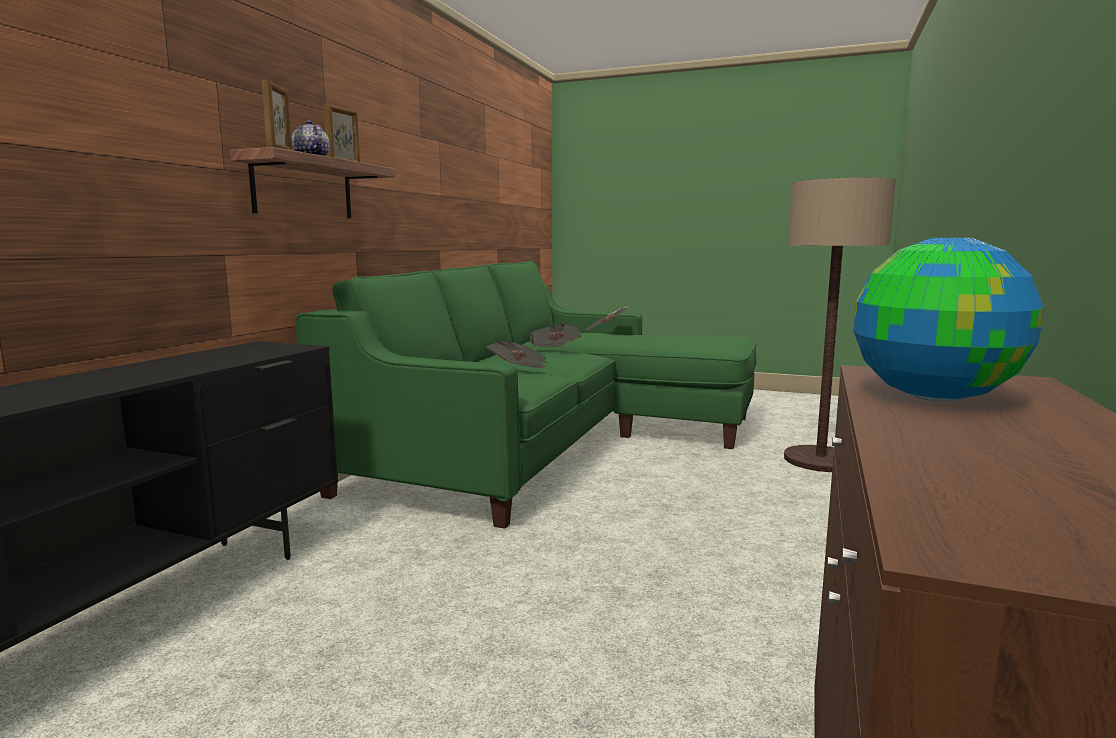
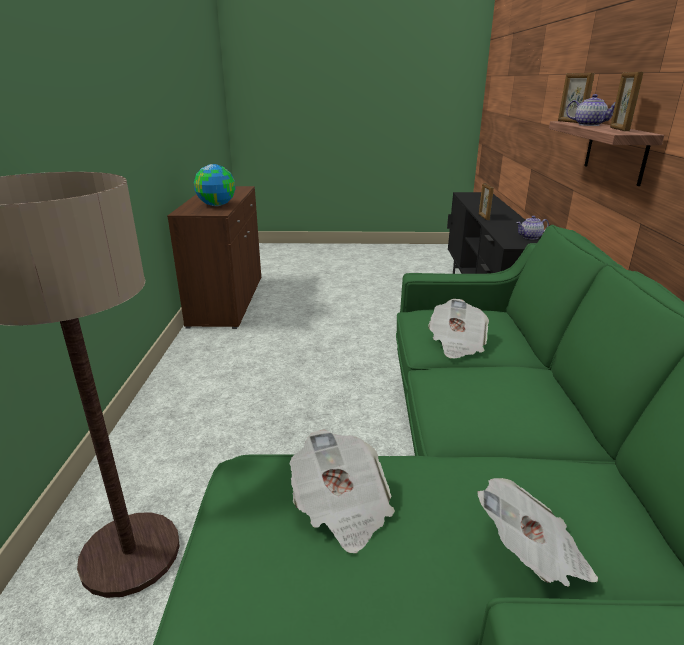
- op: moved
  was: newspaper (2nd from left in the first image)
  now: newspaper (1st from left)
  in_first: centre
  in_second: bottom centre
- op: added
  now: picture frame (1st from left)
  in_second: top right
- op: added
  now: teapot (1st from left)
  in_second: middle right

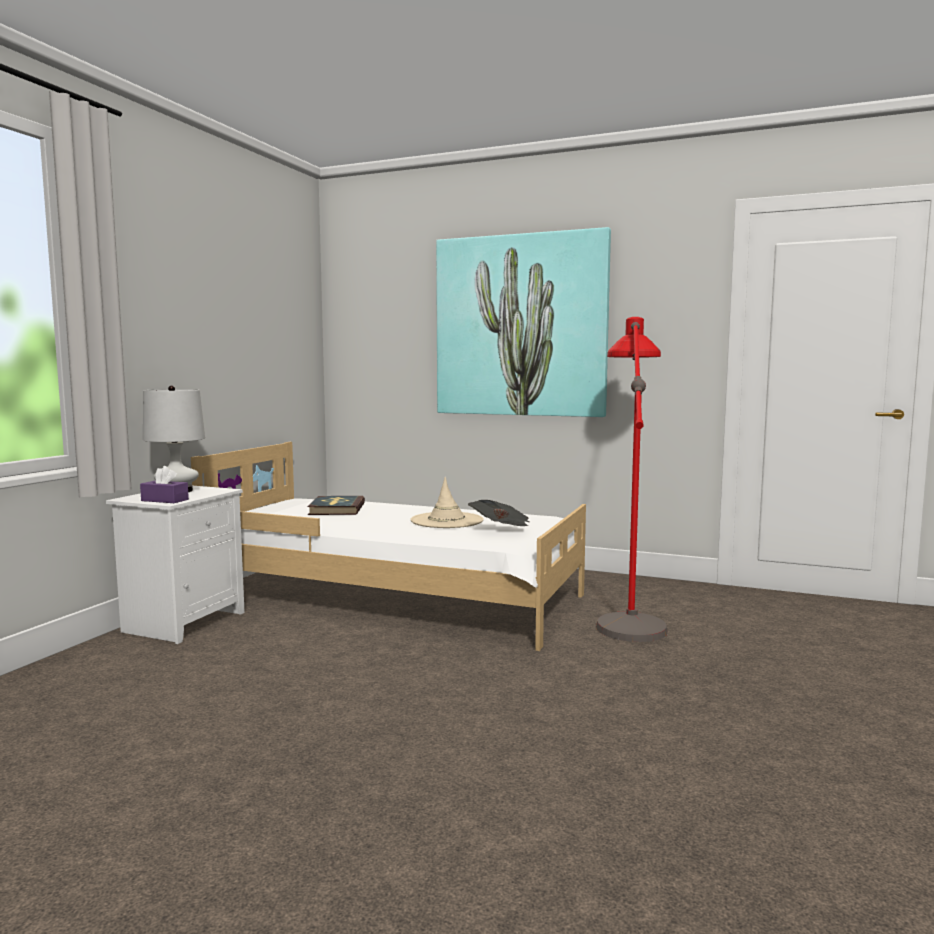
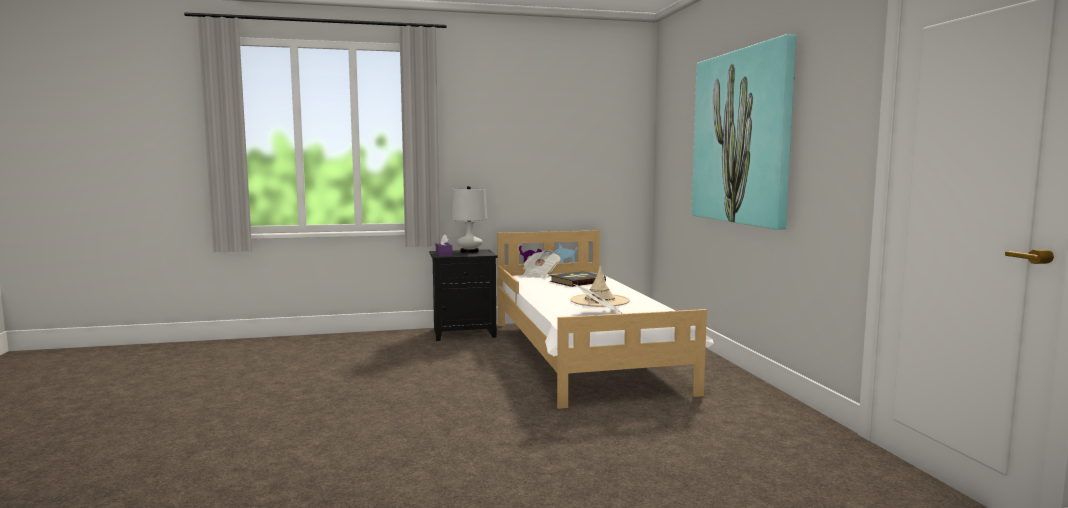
- op: recoloured
  was: nightstand (white)
  now: nightstand (black)
  in_first: middle left
  in_second: centre
- op: added
  now: newspaper (1st from left)
  in_second: centre
- op: removed
  was: floor lamp (red)
  in_first: middle right

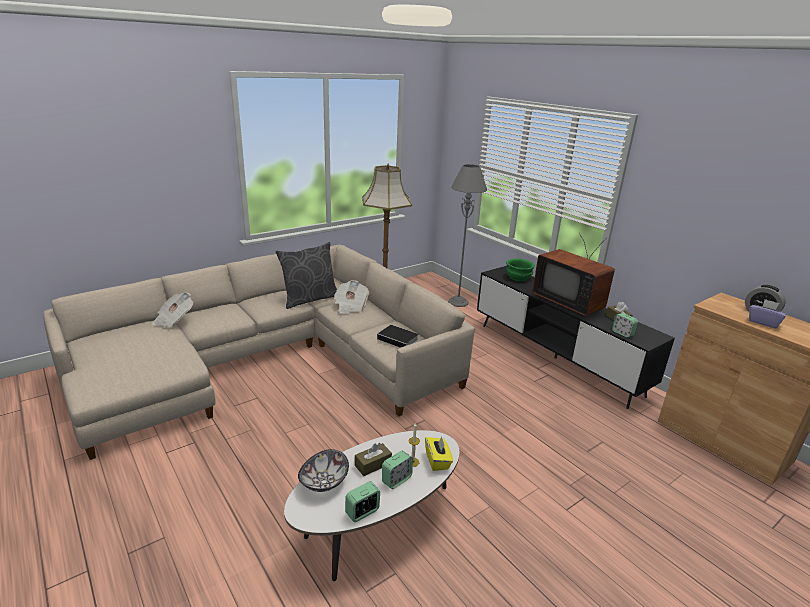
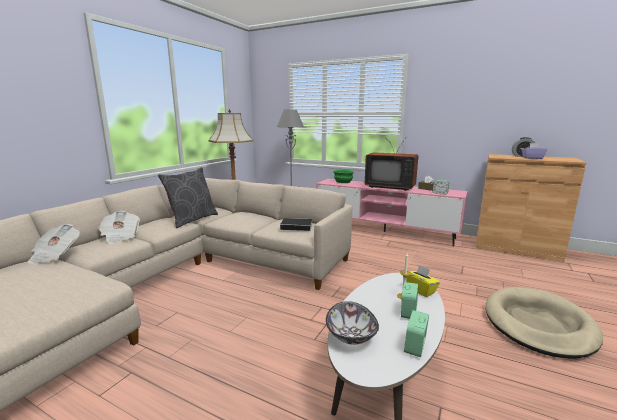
- op: moved
  was: newspaper (2nd from left)
  in_first: centre
  in_second: middle left
- op: recoloured
  was: tv stand (black)
  now: tv stand (pink)
  in_first: middle right
  in_second: centre
- op: added
  now: dog bed (beige)
  in_second: bottom right
- op: removed
  was: tissue box (brown) (1st from left)
  in_first: bottom centre

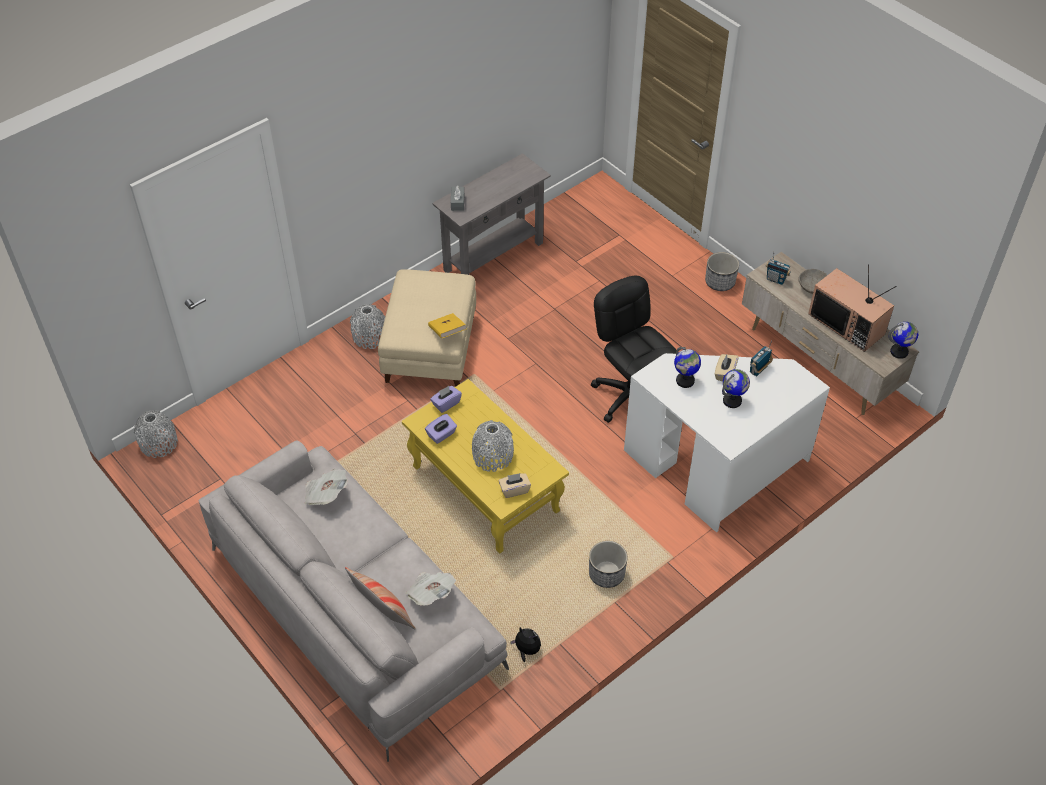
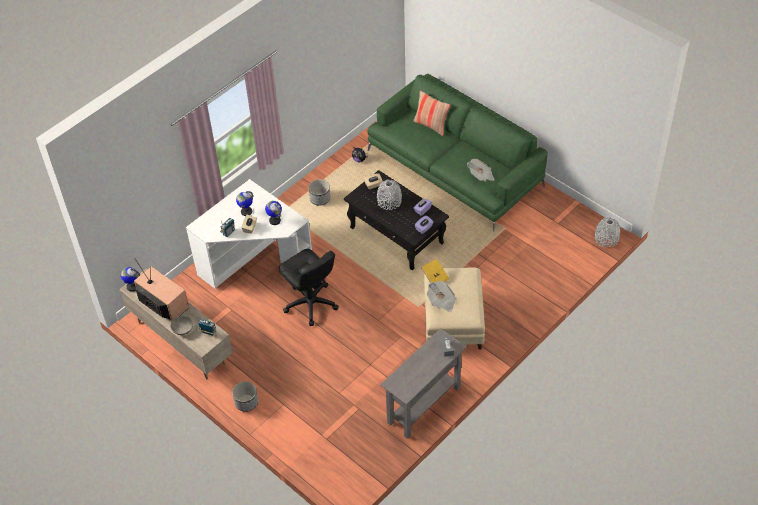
- op: recoloured
  was: coffee table (yellow)
  now: coffee table (black)
  in_first: centre
  in_second: centre
- op: recoloured
  was: sofa (grey)
  now: sofa (green)
  in_first: bottom centre
  in_second: top centre
- op: moved
  was: newspaper (2nd from left in the first image)
  now: newspaper (1st from left)
  in_first: bottom centre
  in_second: centre
- op: removed
  was: vase (grey) (2nd from left)
  in_first: centre

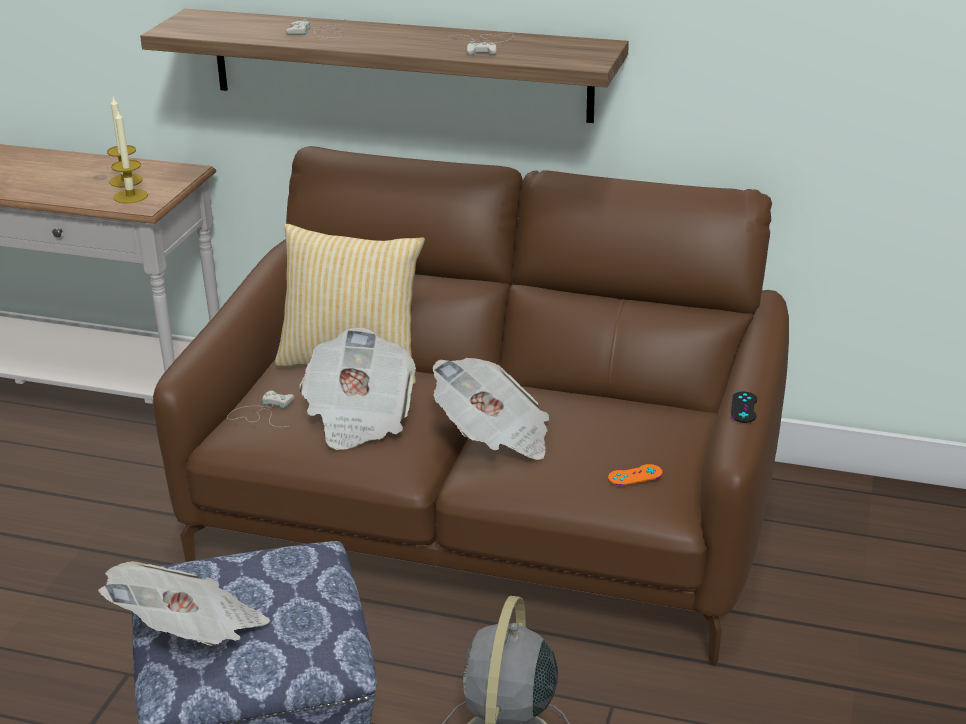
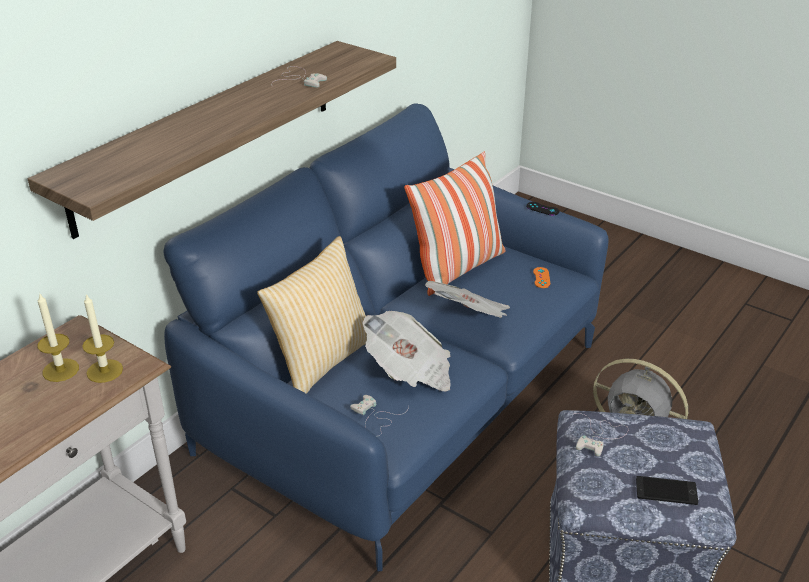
- op: recoloured
  was: sofa (brown)
  now: sofa (blue)
  in_first: centre
  in_second: centre
- op: added
  now: pillow (2nd from left)
  in_second: centre
- op: moved
  was: game controller (white) (2nd from left in the first image)
  now: game controller (white) (3rd from left)
  in_first: top left
  in_second: bottom right
- op: replaced
  was: newspaper (1st from left)
  now: phone
  in_first: bottom left
  in_second: bottom right

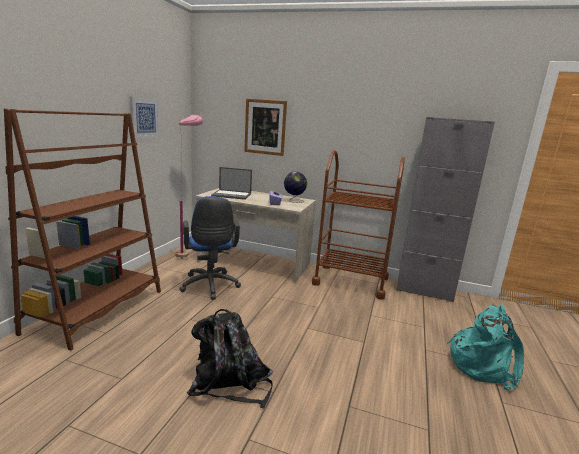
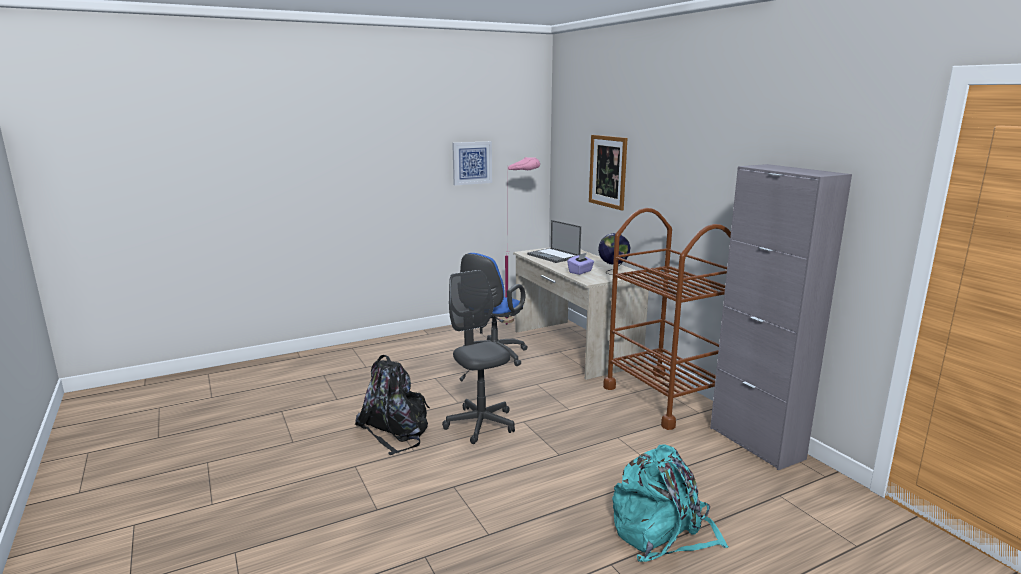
- op: added
  now: office chair (grey)
  in_second: centre
- op: removed
  was: bookcase (brown)
  in_first: middle left

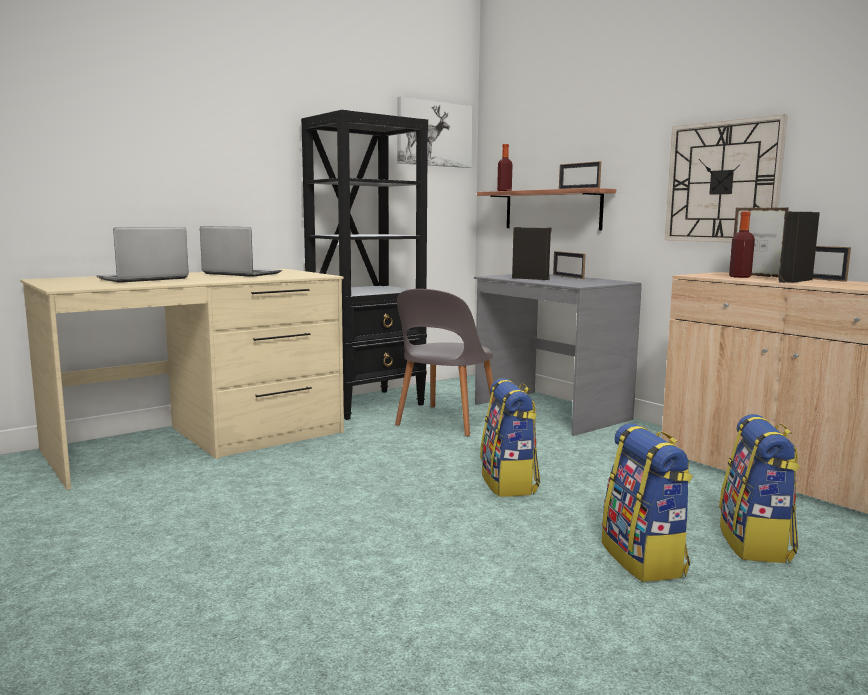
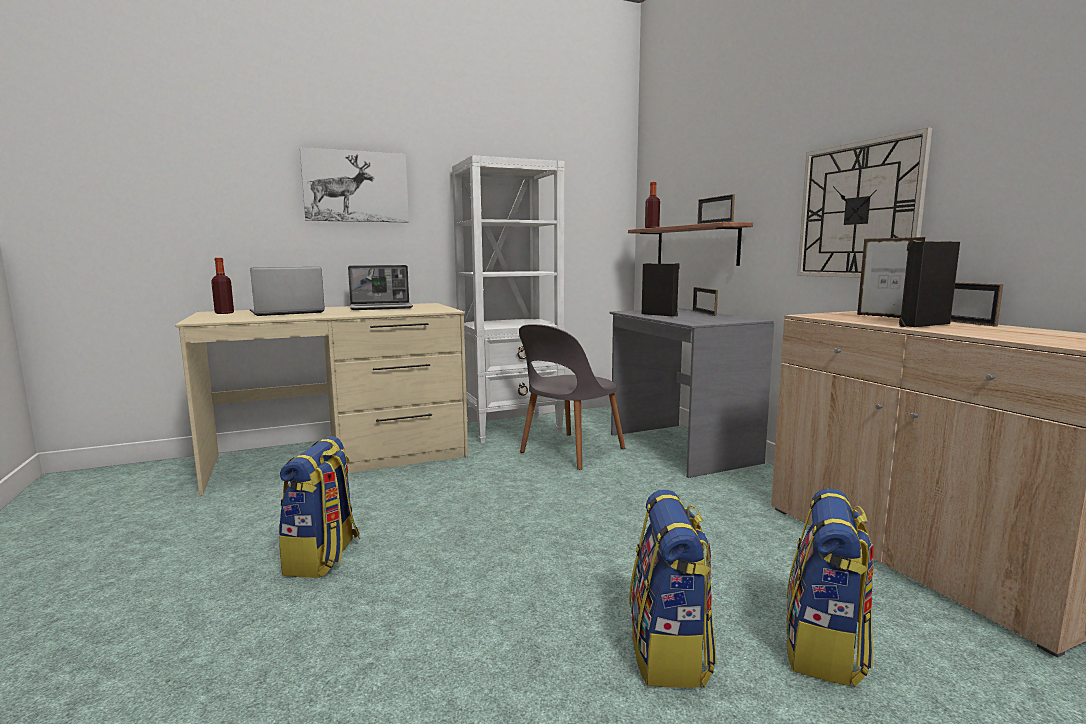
- op: moved
  was: bottle (2nd from left in the first image)
  now: bottle (1st from left)
  in_first: middle right
  in_second: middle left
- op: moved
  was: backpack (1st from left)
  in_first: centre
  in_second: bottom left
- op: moved
  was: picture
  in_first: top centre
  in_second: top left
- op: turned
  was: laptop (2nd from left)
  in_first: middle left
  in_second: centre
  clockwise: 120
- op: recoloured
  was: bookcase (black)
  now: bookcase (white)
  in_first: centre
  in_second: centre

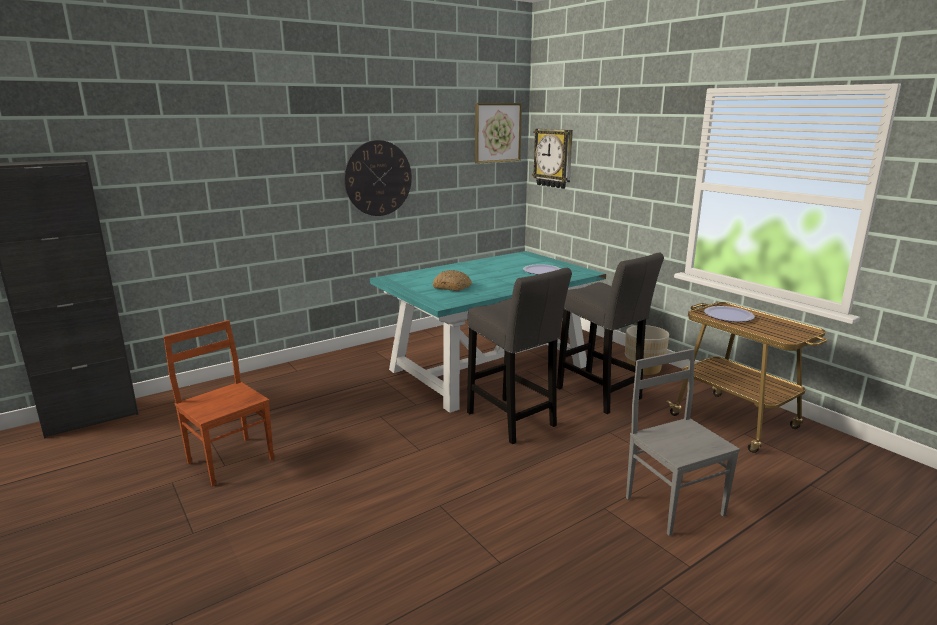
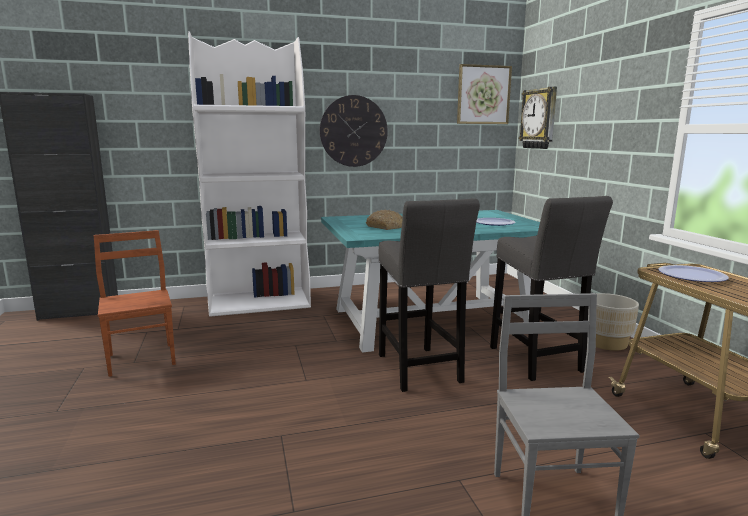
- op: added
  now: bookcase (white)
  in_second: middle left

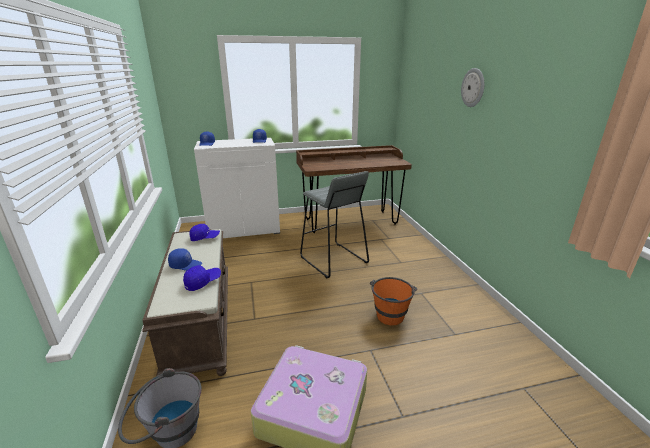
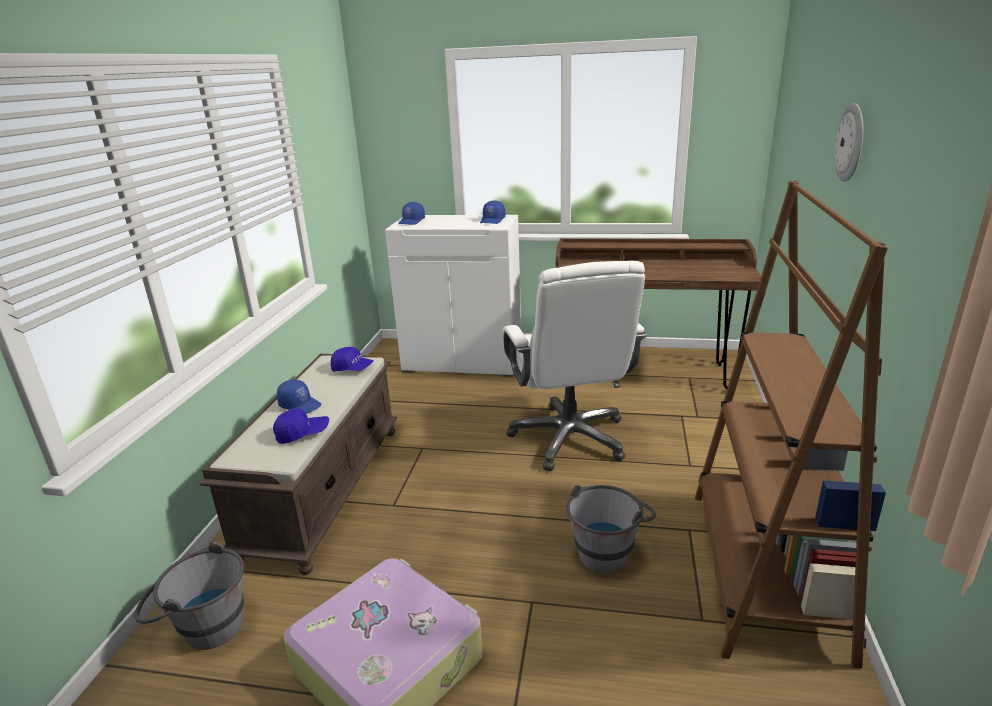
- op: replaced
  was: stool (grey)
  now: office chair (white)
  in_first: centre
  in_second: centre
- op: recoloured
  was: bucket (orange)
  now: bucket (grey) (2nd from left)
  in_first: bottom centre
  in_second: bottom centre
- op: added
  now: bookcase (brown)
  in_second: middle right

